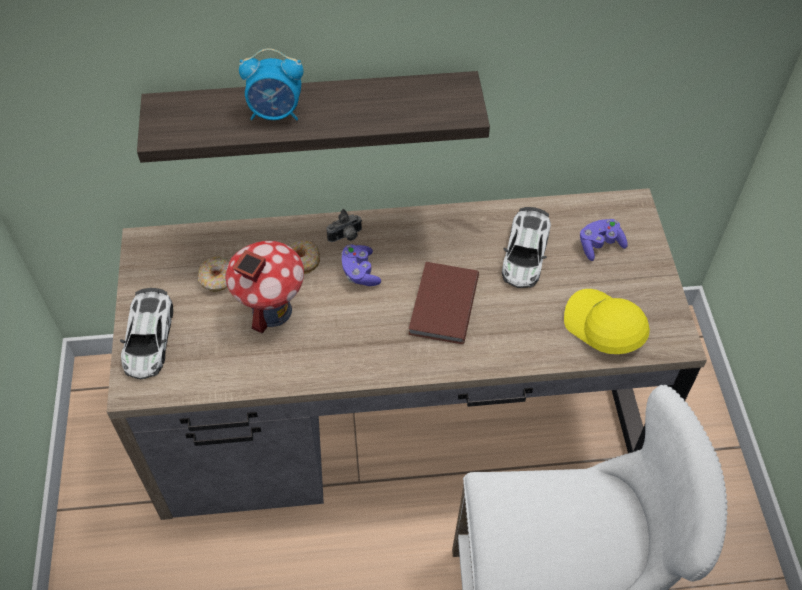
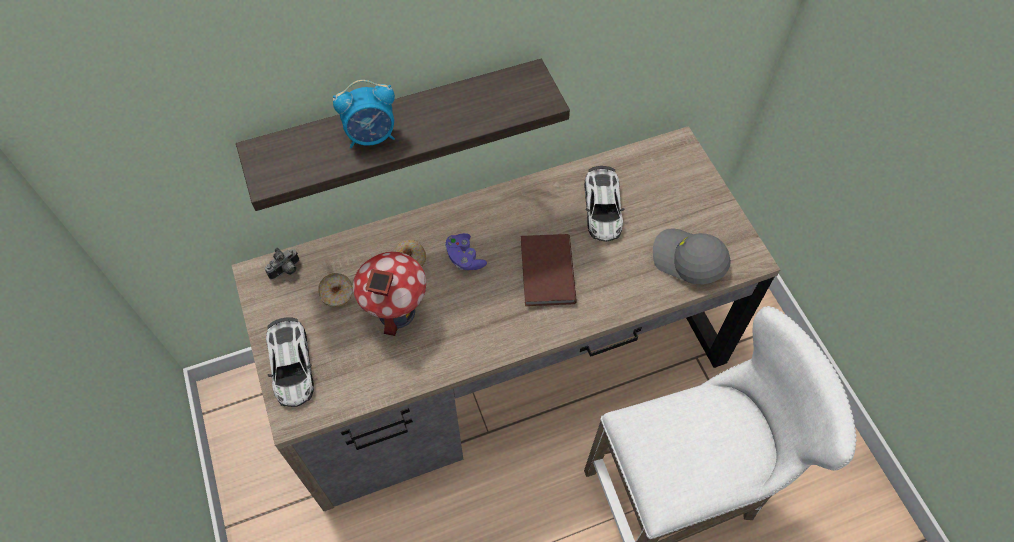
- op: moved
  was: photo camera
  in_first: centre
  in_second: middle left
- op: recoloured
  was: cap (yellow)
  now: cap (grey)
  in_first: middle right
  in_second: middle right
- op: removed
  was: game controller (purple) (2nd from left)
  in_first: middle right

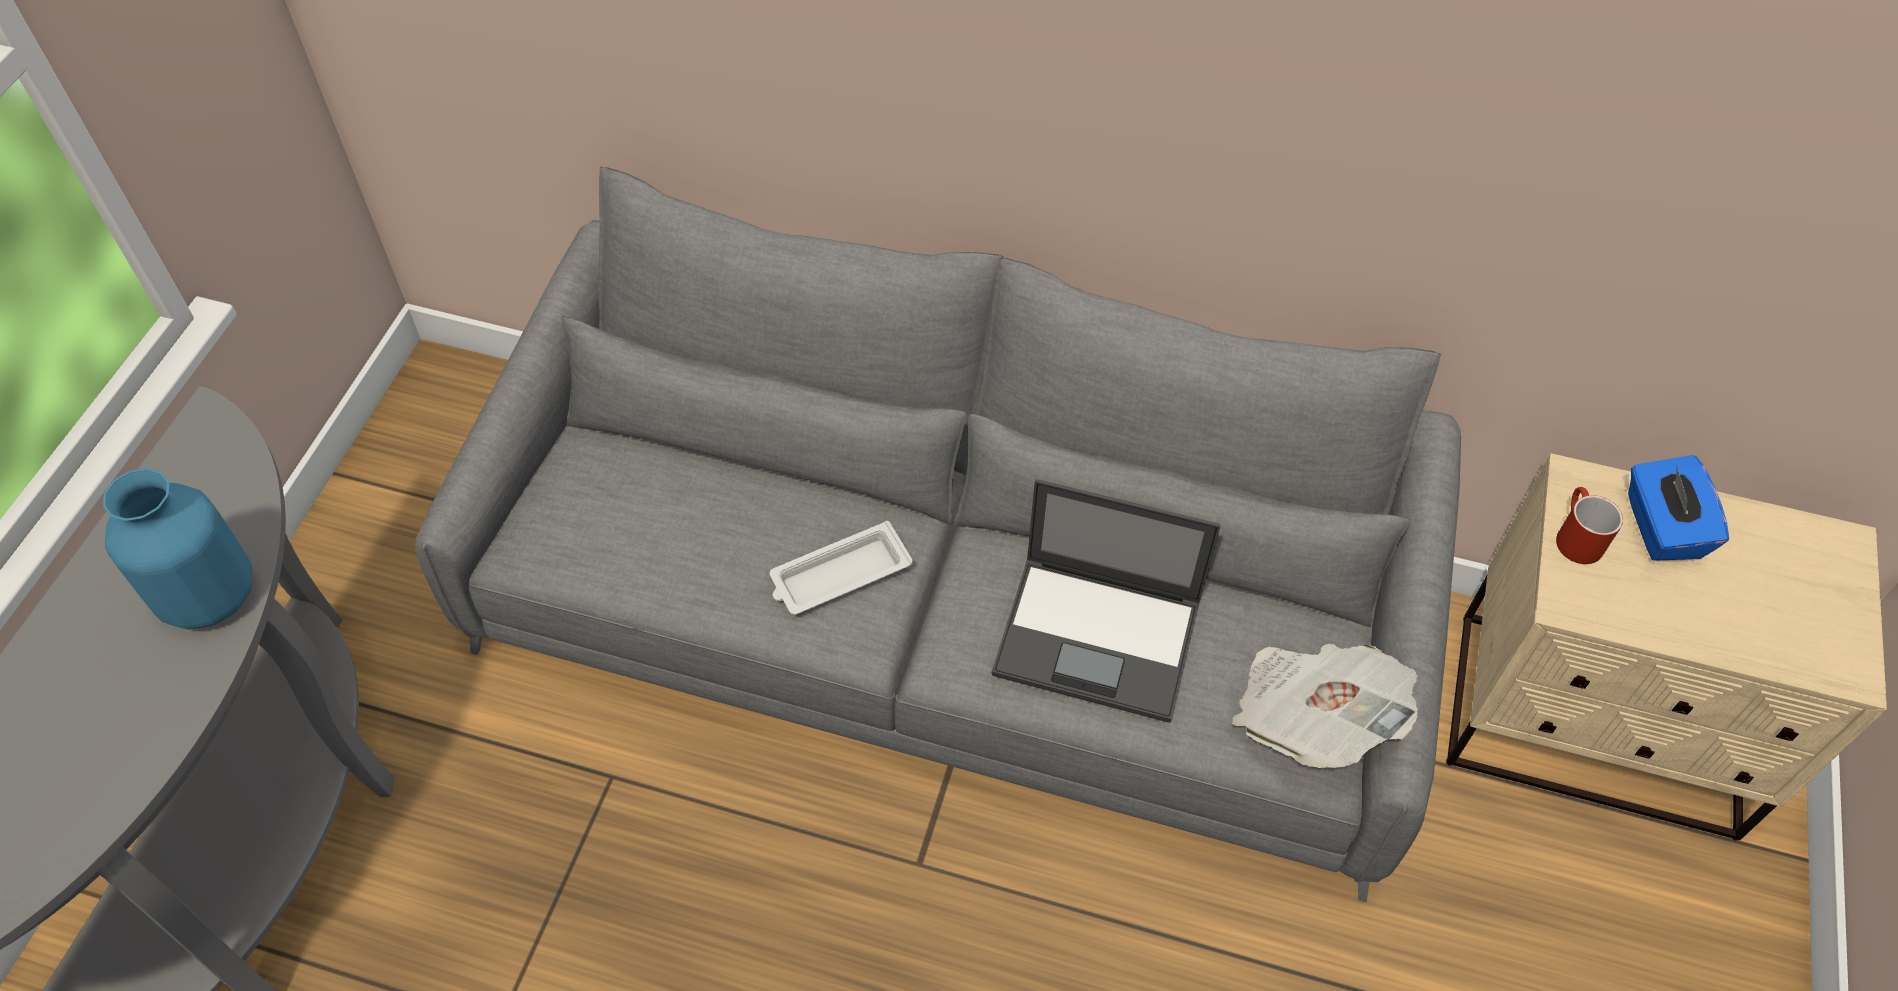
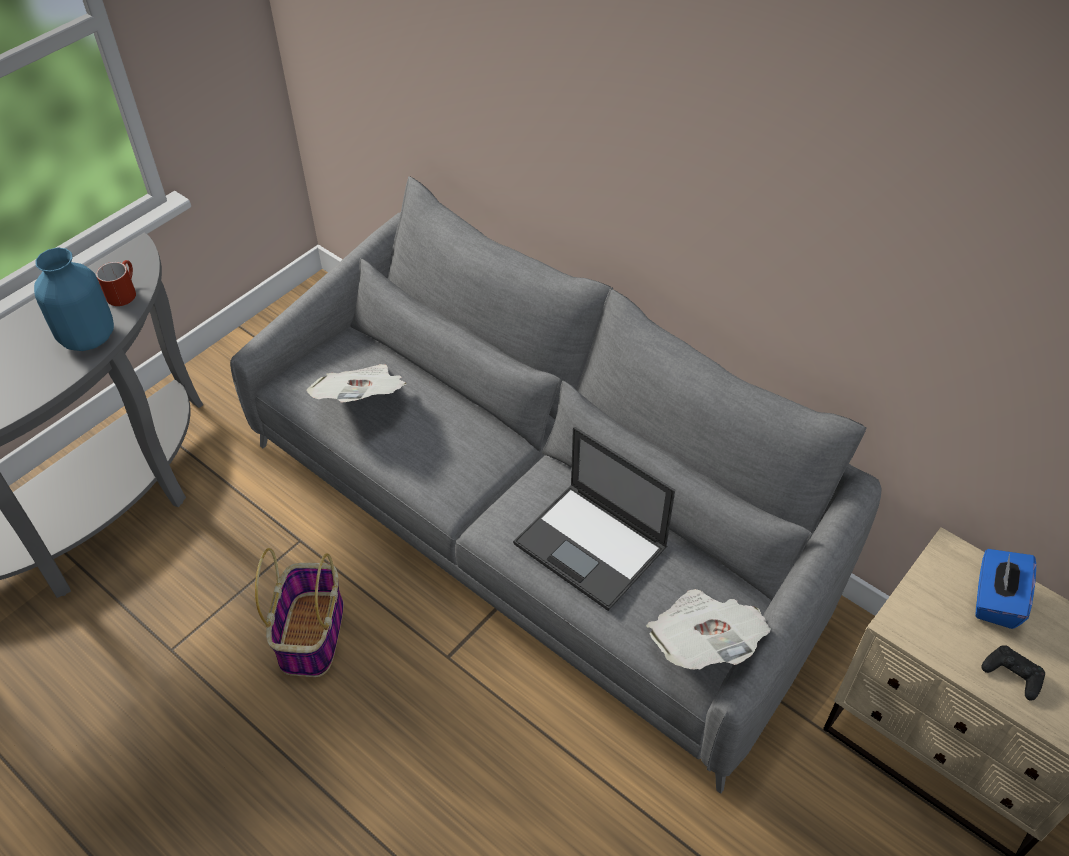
- op: moved
  was: mug (red)
  in_first: middle right
  in_second: top left
- op: added
  now: basket
  in_second: bottom left
- op: added
  now: newspaper (1st from left)
  in_second: centre
- op: added
  now: game controller (black)
  in_second: bottom right
- op: removed
  was: tray (white)
  in_first: centre

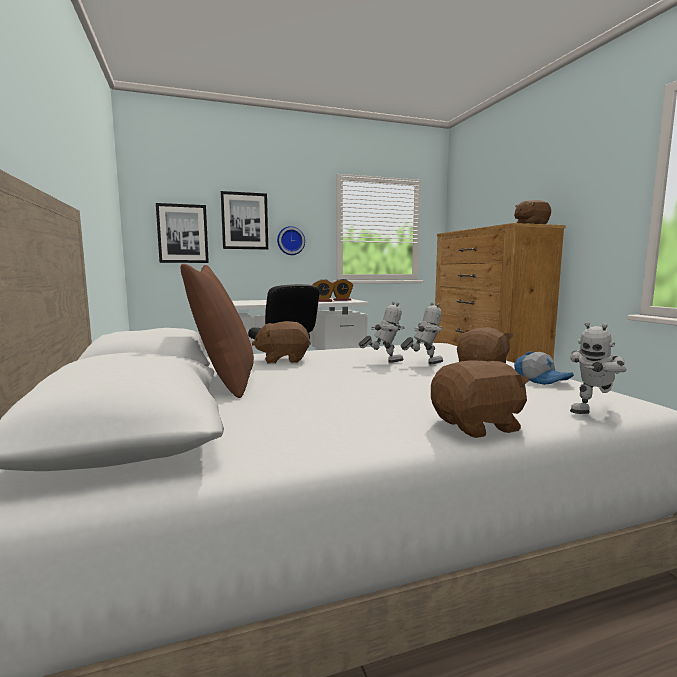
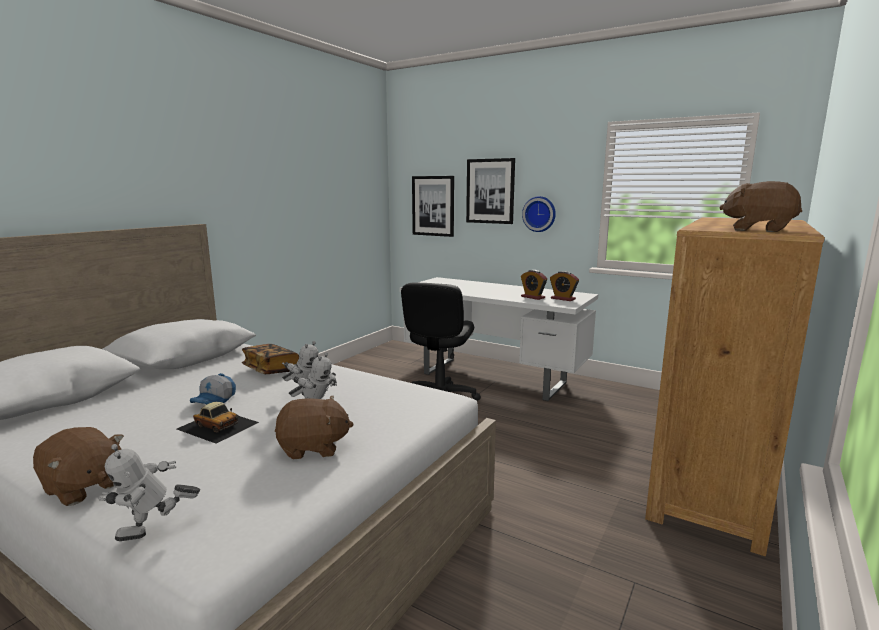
- op: turned
  was: toy robot (3rd from left in the first image)
  in_first: middle right
  in_second: bottom left
  clockwise: -45
- op: added
  now: toy car
  in_second: bottom left
- op: moved
  was: cap
  in_first: middle right
  in_second: middle left
- op: replaced
  was: plush toy (brown) (1st from left)
  now: book
  in_first: centre
  in_second: middle left
- op: removed
  was: pillow (brown)
  in_first: middle left

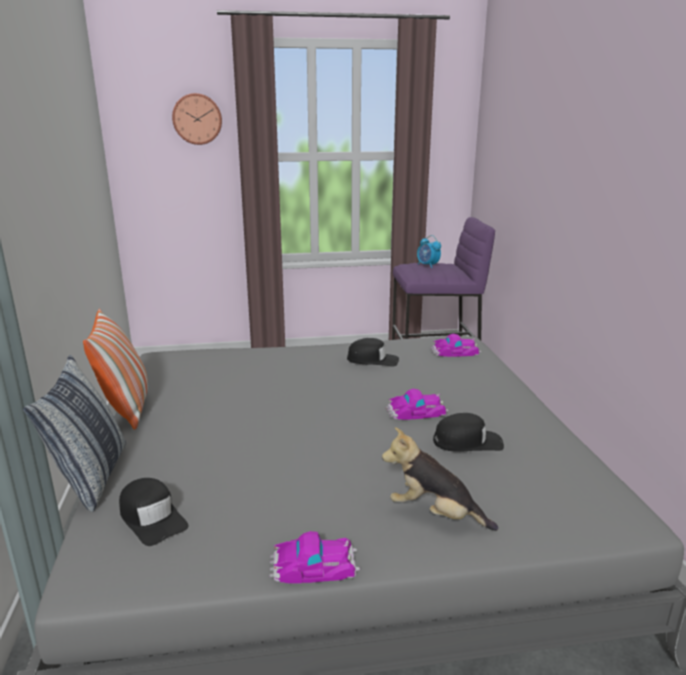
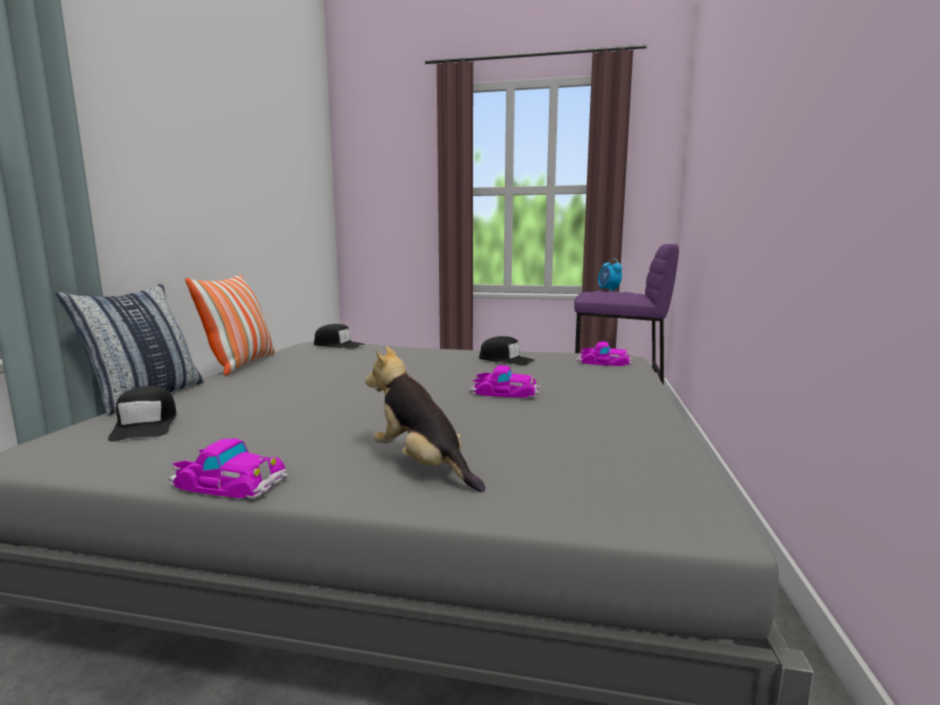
- op: moved
  was: cap (black) (3rd from left in the first image)
  now: cap (black) (2nd from left)
  in_first: middle right
  in_second: centre
- op: removed
  was: wall clock
  in_first: top left

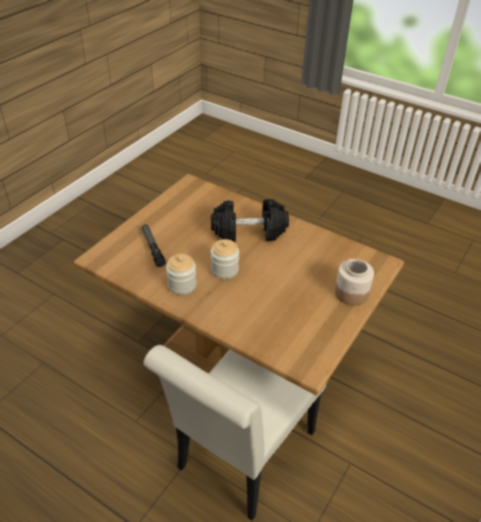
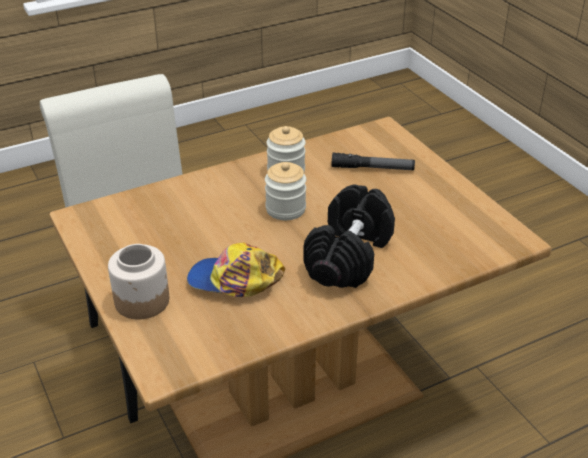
- op: added
  now: cap
  in_second: centre

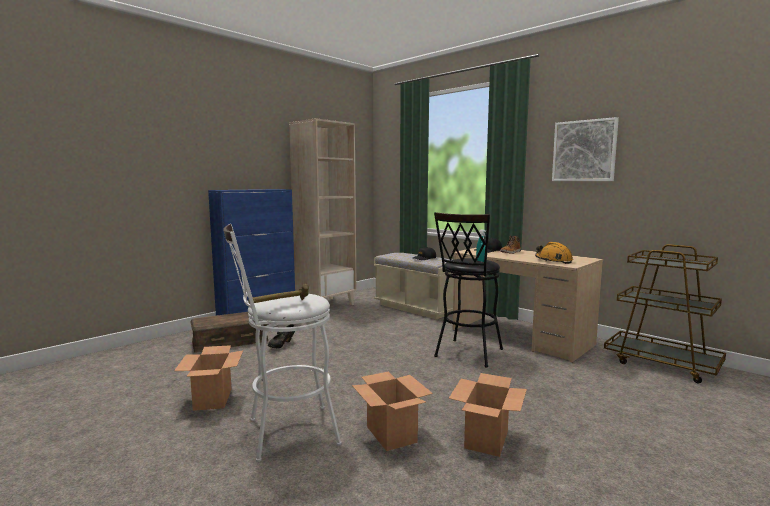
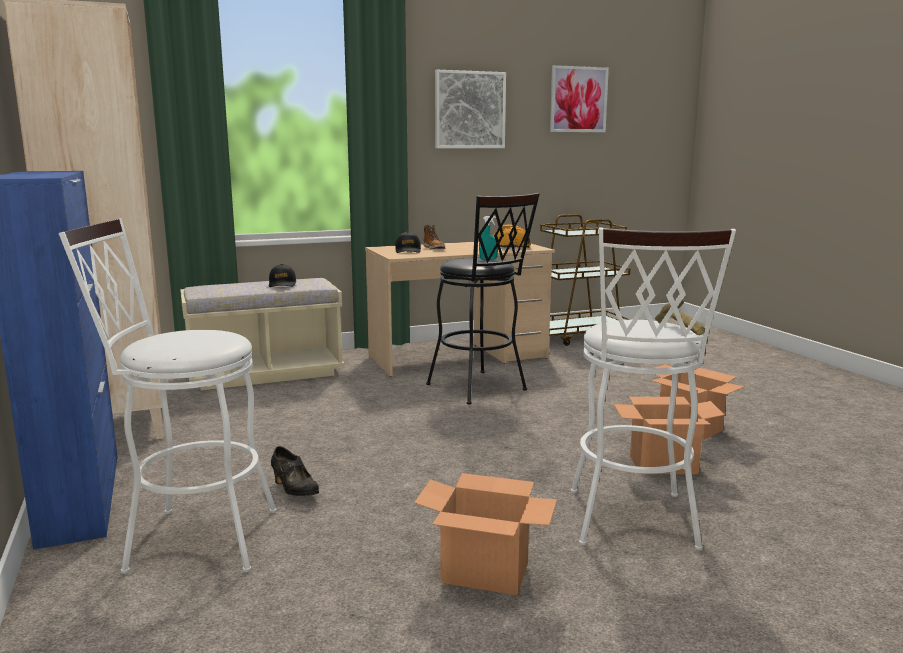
- op: replaced
  was: storage box (brown)
  now: stool (white) (1st from left)
  in_first: middle left
  in_second: middle left
- op: added
  now: picture (2nd from left)
  in_second: top centre

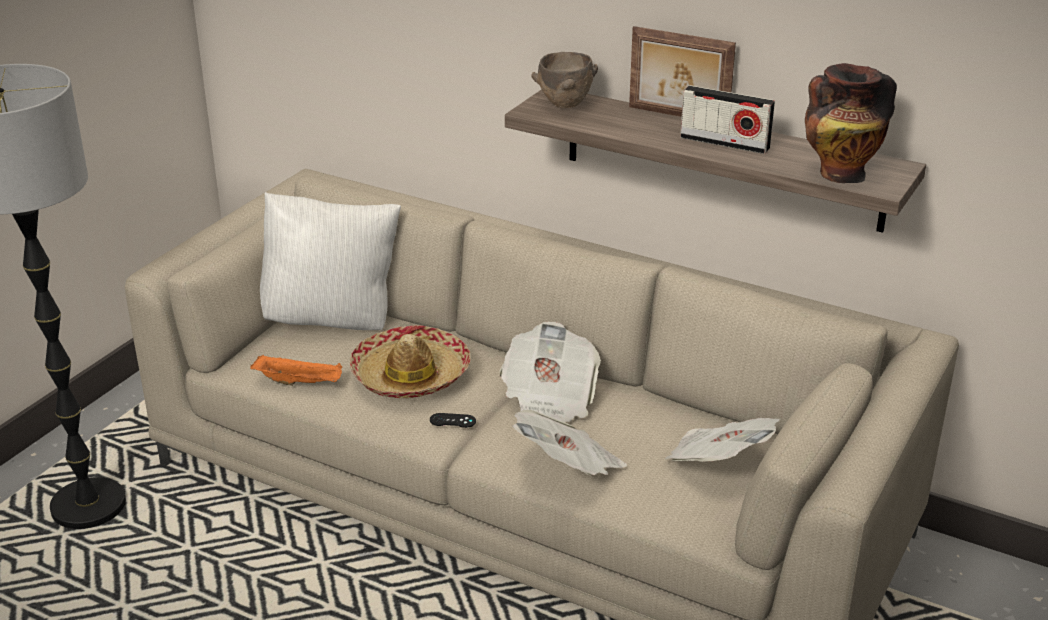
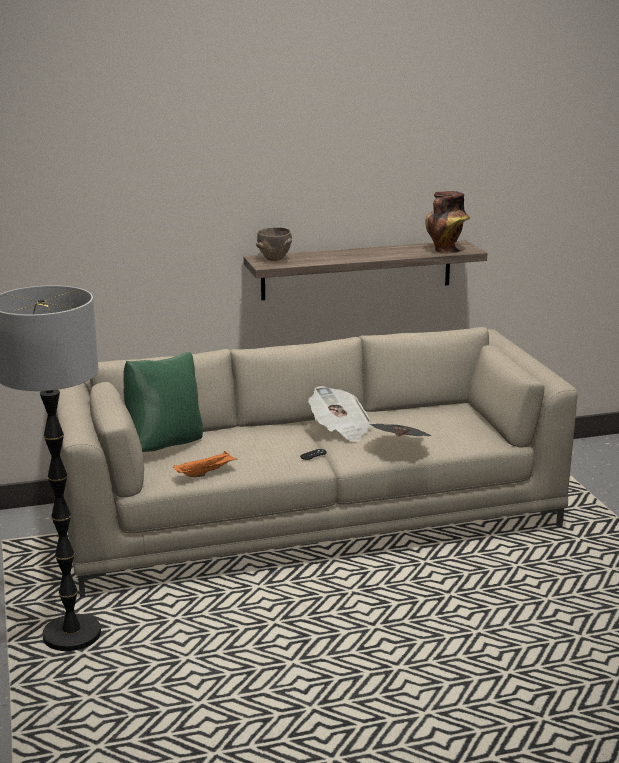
- op: recoloured
  was: pillow (white)
  now: pillow (green)
  in_first: middle left
  in_second: middle left
- op: removed
  was: hat
  in_first: centre
- op: removed
  was: picture frame
  in_first: top centre
- op: removed
  was: newspaper (3rd from left)
  in_first: bottom right
- op: removed
  was: radio
  in_first: top right

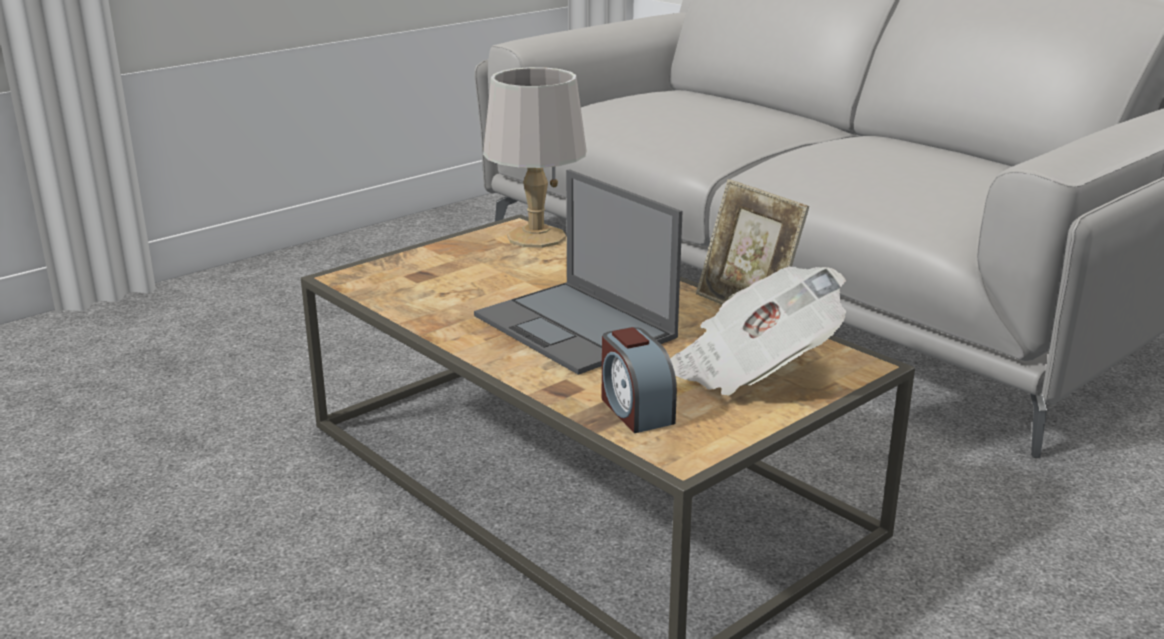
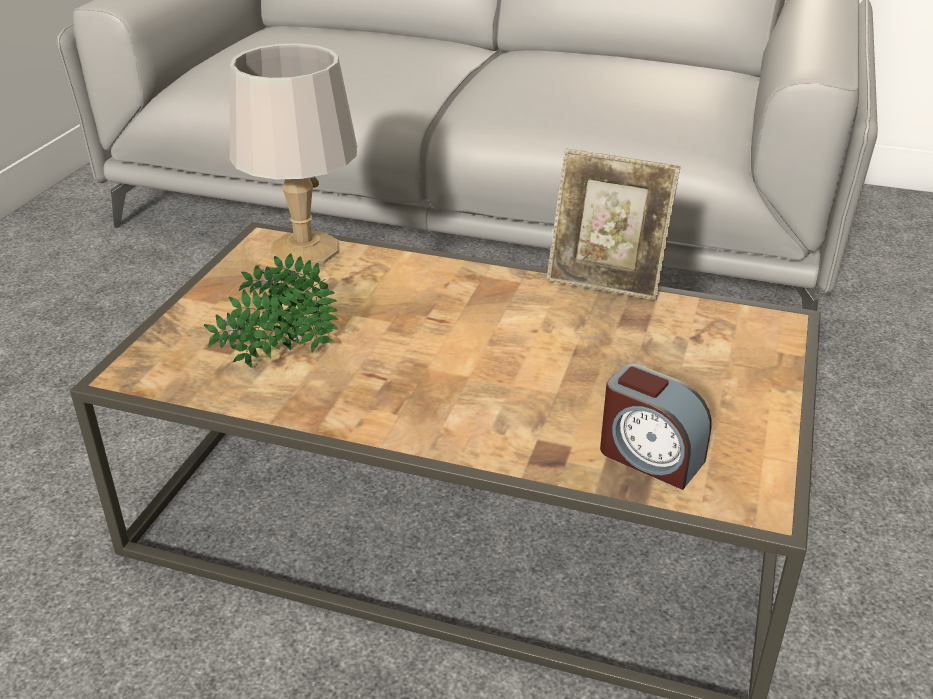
- op: added
  now: potted plant
  in_second: middle left
- op: removed
  was: laptop
  in_first: centre
- op: removed
  was: newspaper
  in_first: centre

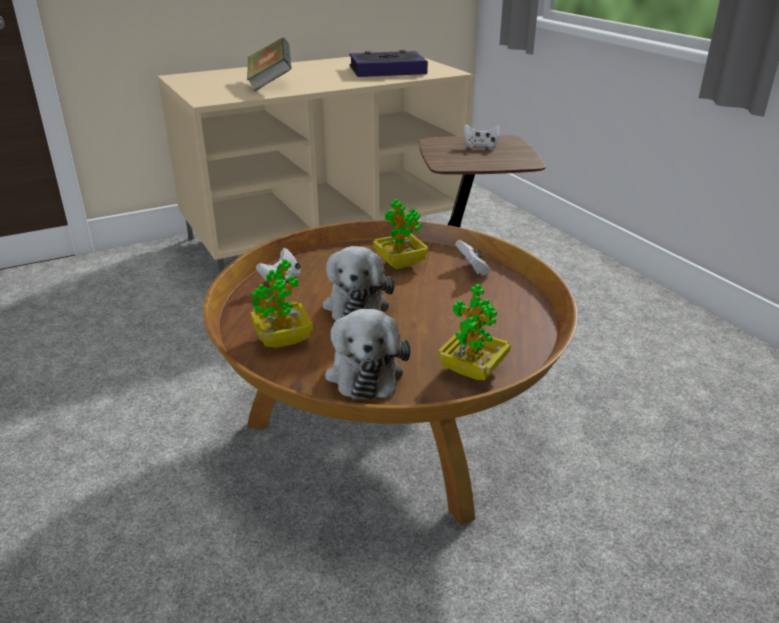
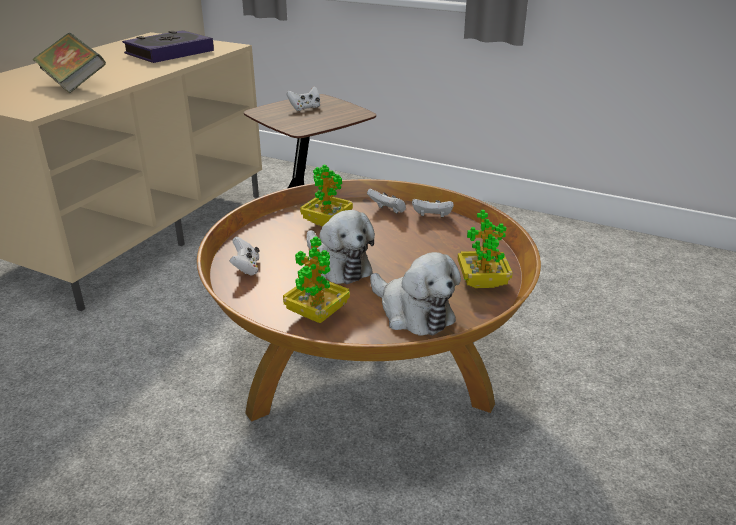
- op: added
  now: game controller (white) (4th from left)
  in_second: centre

